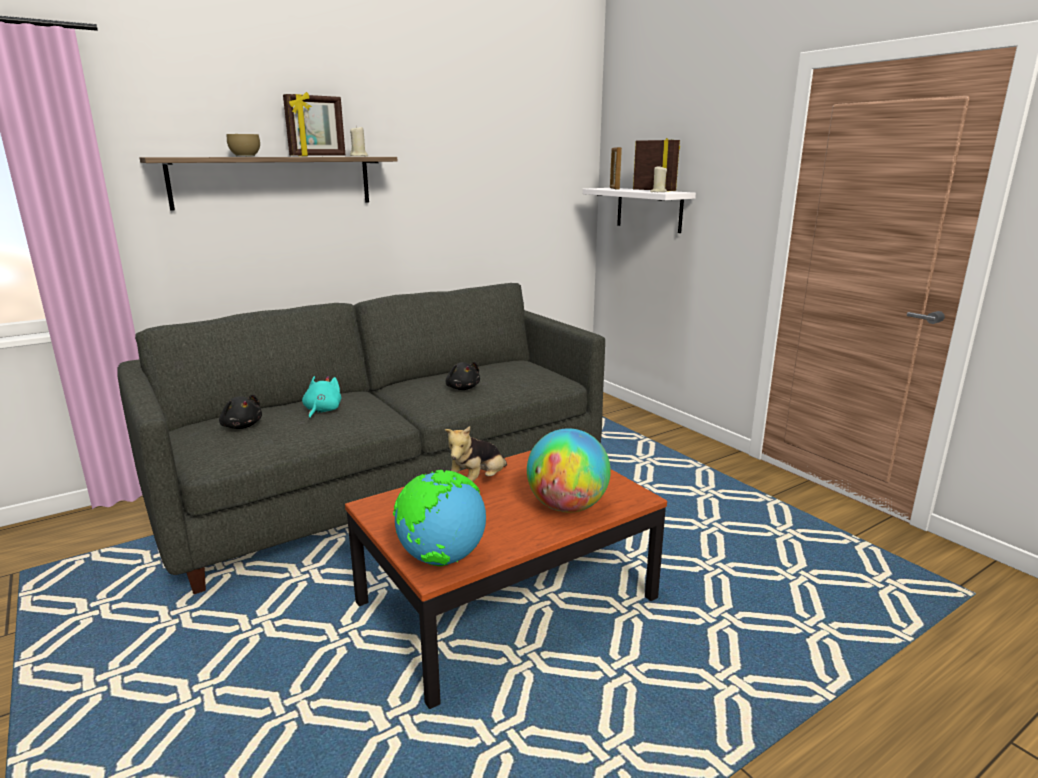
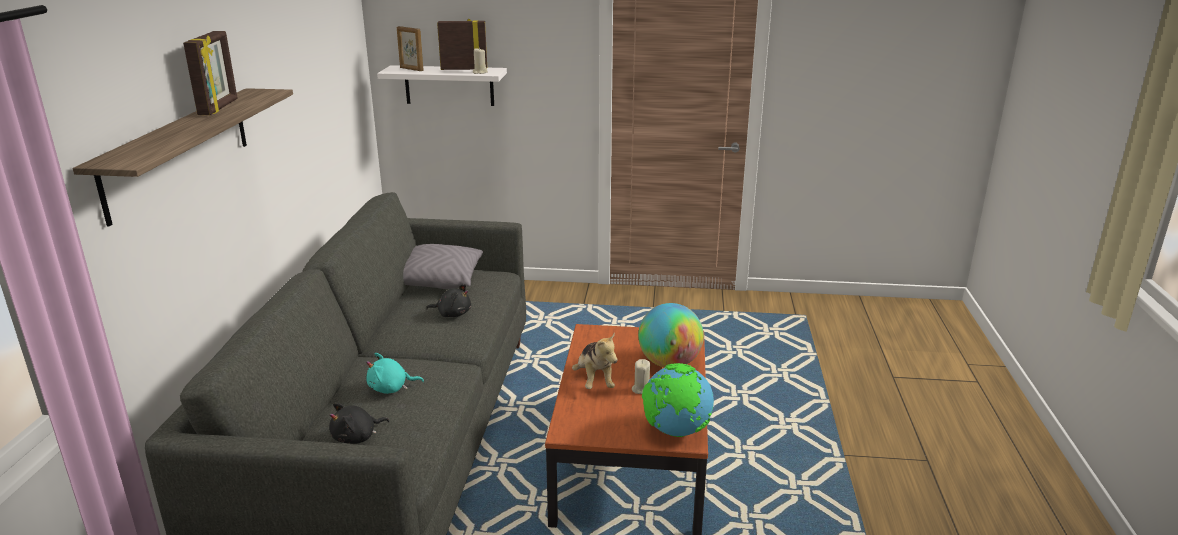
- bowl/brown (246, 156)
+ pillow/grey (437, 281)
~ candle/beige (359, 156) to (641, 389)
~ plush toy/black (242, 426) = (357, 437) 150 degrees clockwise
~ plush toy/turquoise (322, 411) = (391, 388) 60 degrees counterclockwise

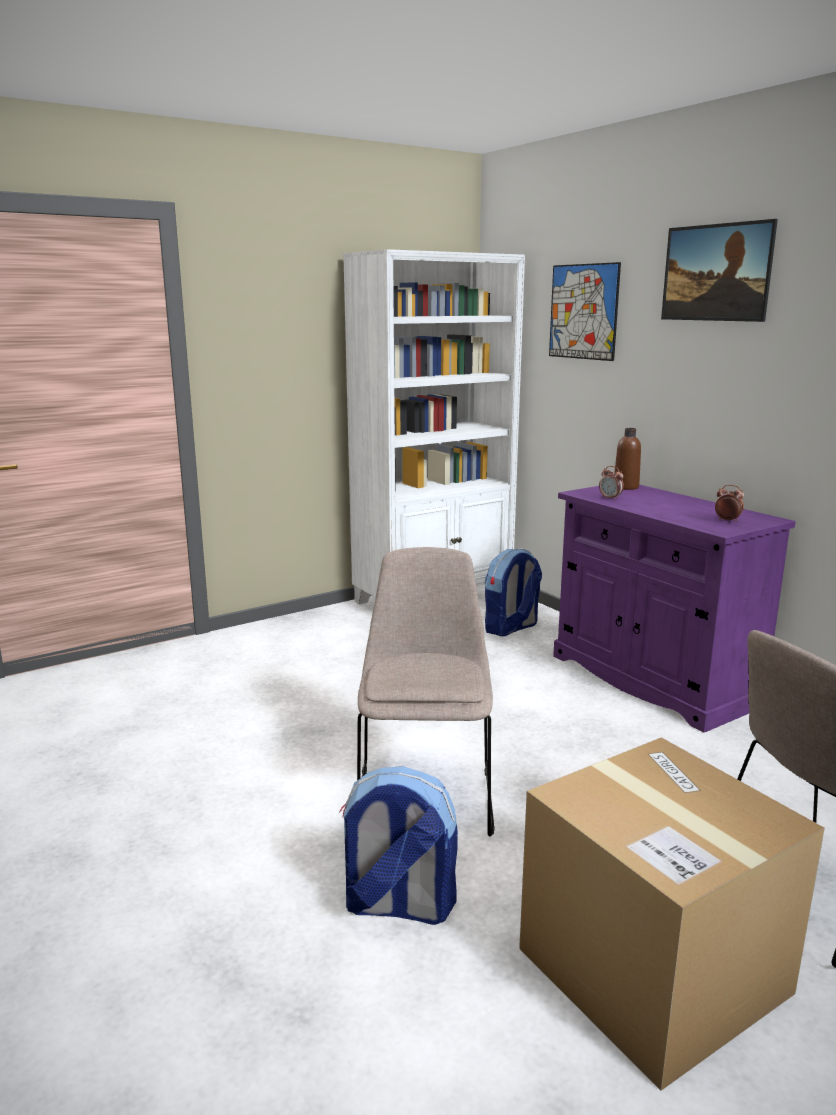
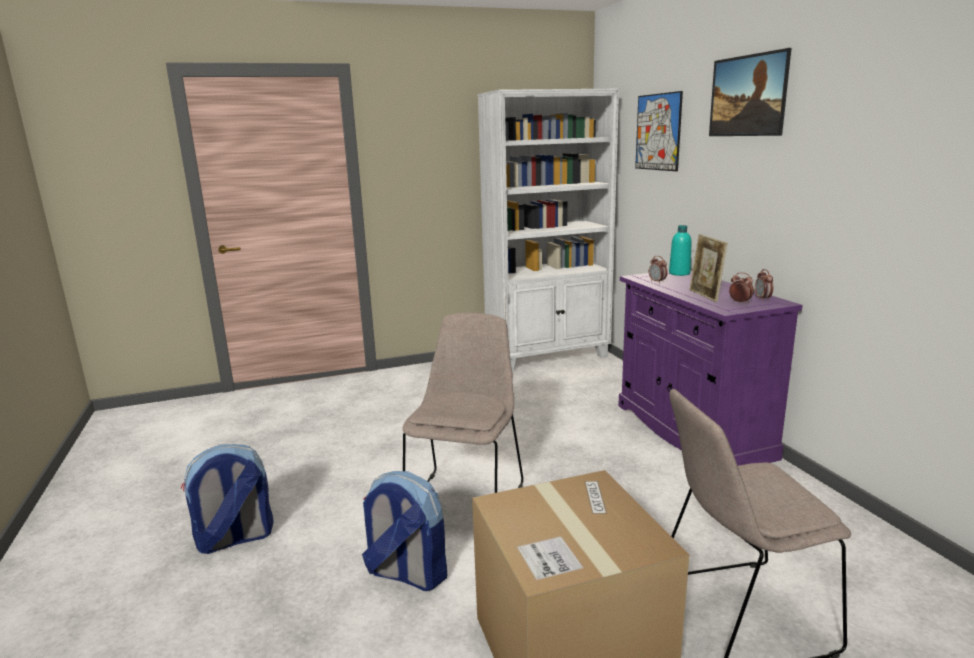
+ picture frame (705, 296)
+ alarm clock (762, 299)
~ backpack (511, 628) to (234, 539)
~ bottle/brown (626, 487) to bottle/turquoise (679, 273)

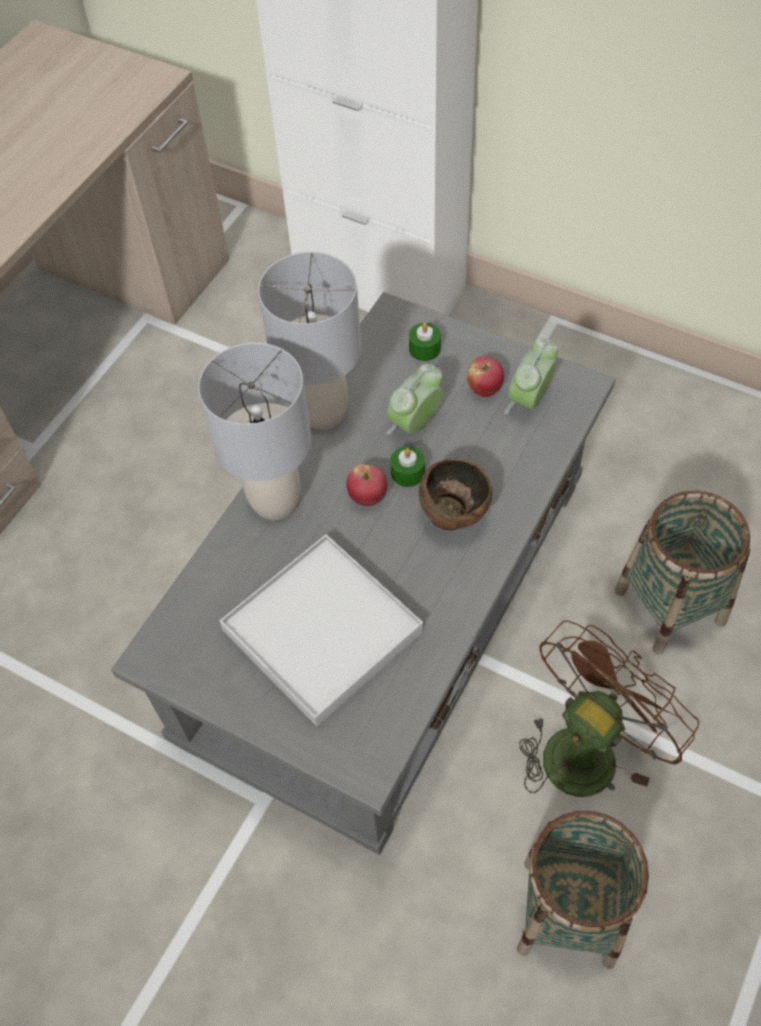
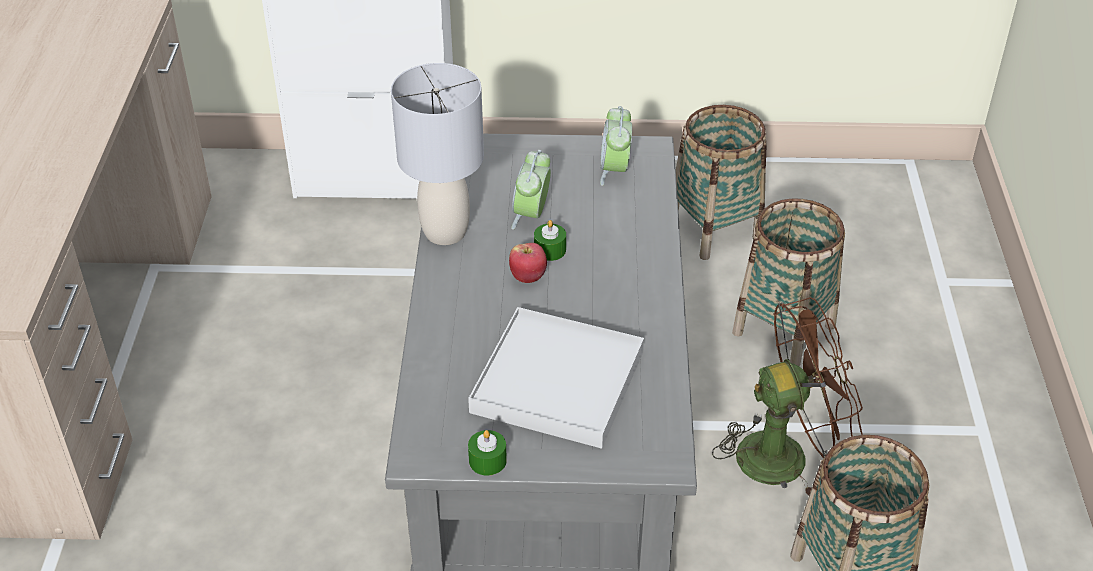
- table lamp/grey (276, 501)
- bowl/brown (453, 516)
- apple (484, 389)
+ basket (714, 229)
~ candle/green (424, 348) to (487, 460)
~ fan/brown (587, 746) = (785, 453) 60 degrees clockwise

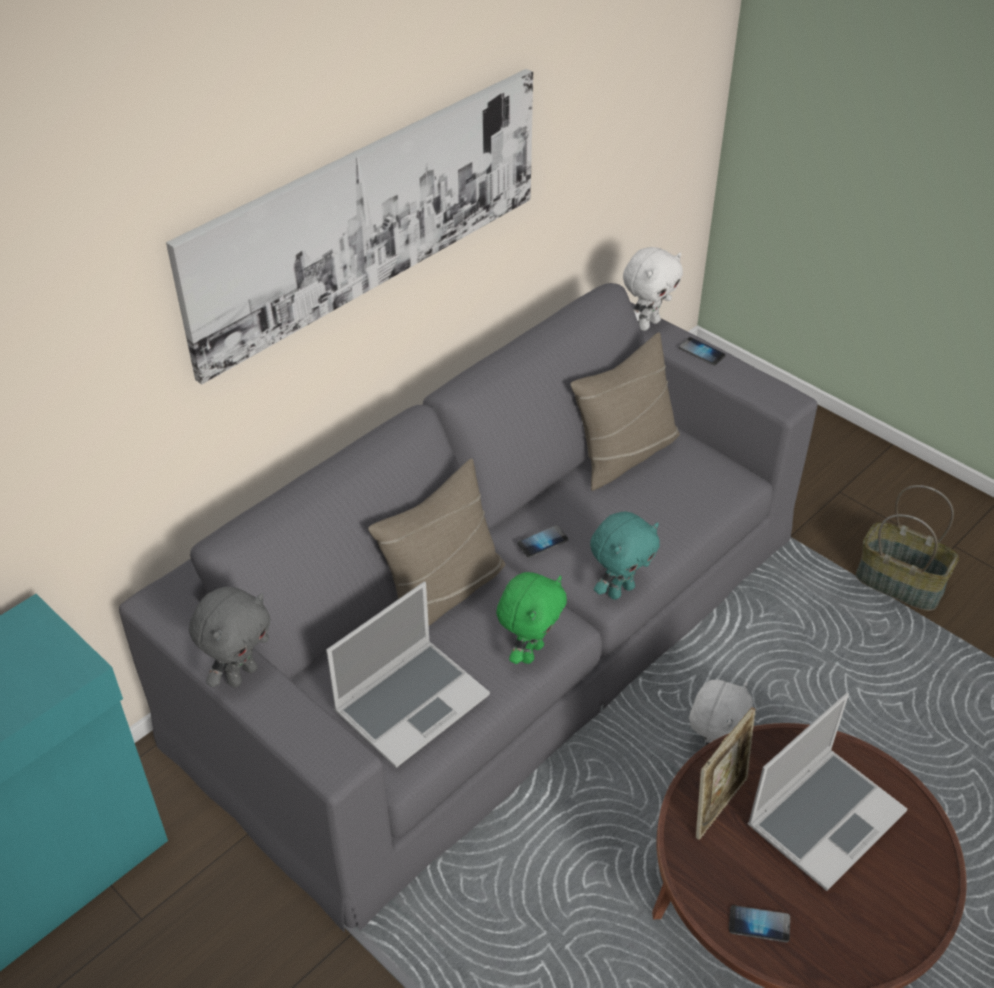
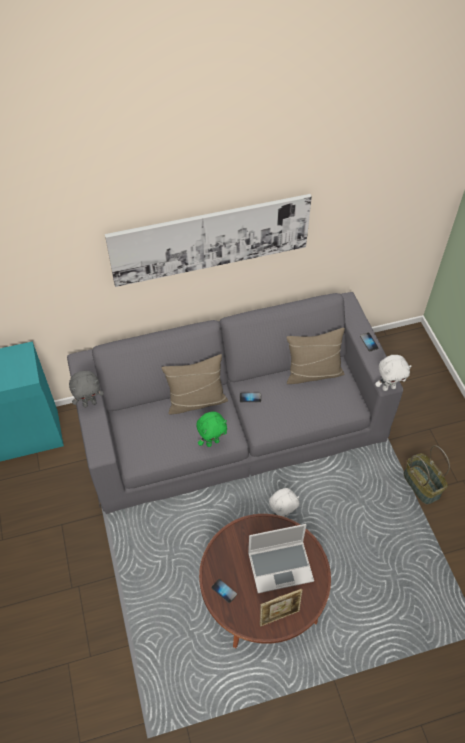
- laptop (412, 702)
- plush toy/turquoise (620, 590)
~ plush toy/white (647, 324) to (388, 387)
~ picture frame (718, 804) to (279, 616)

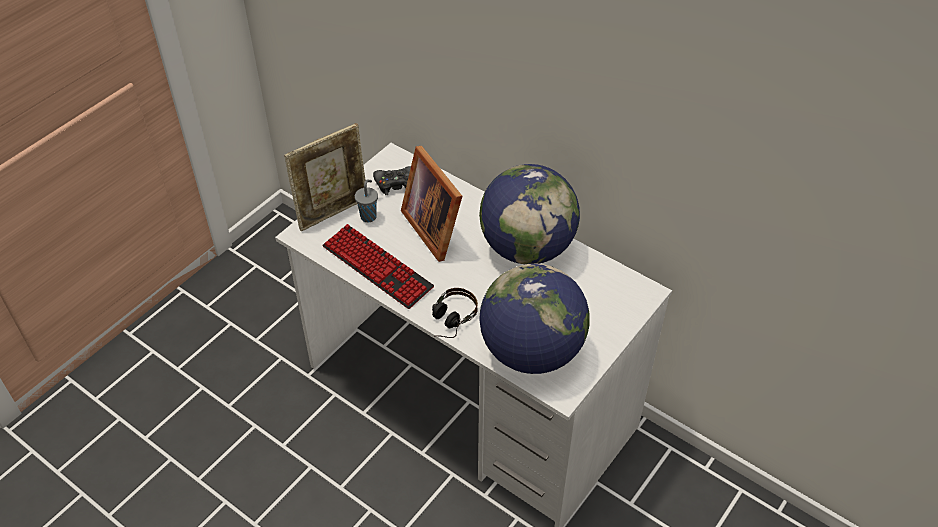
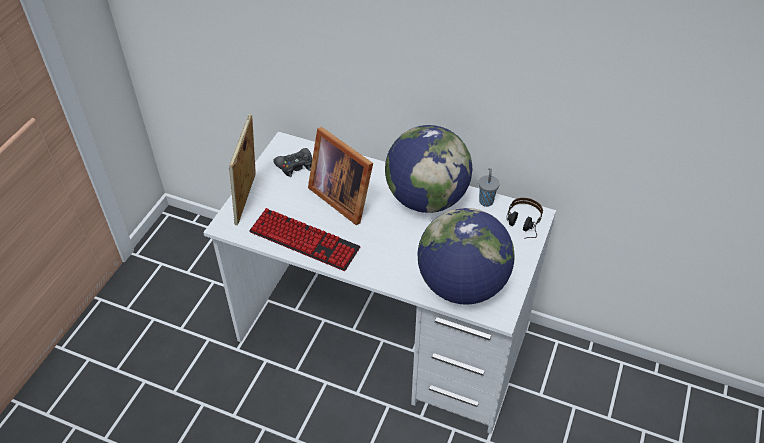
~ cup/grey (369, 216) to (486, 201)
~ headphones (449, 321) to (522, 226)
~ picture frame (333, 212) = (248, 200) 150 degrees clockwise

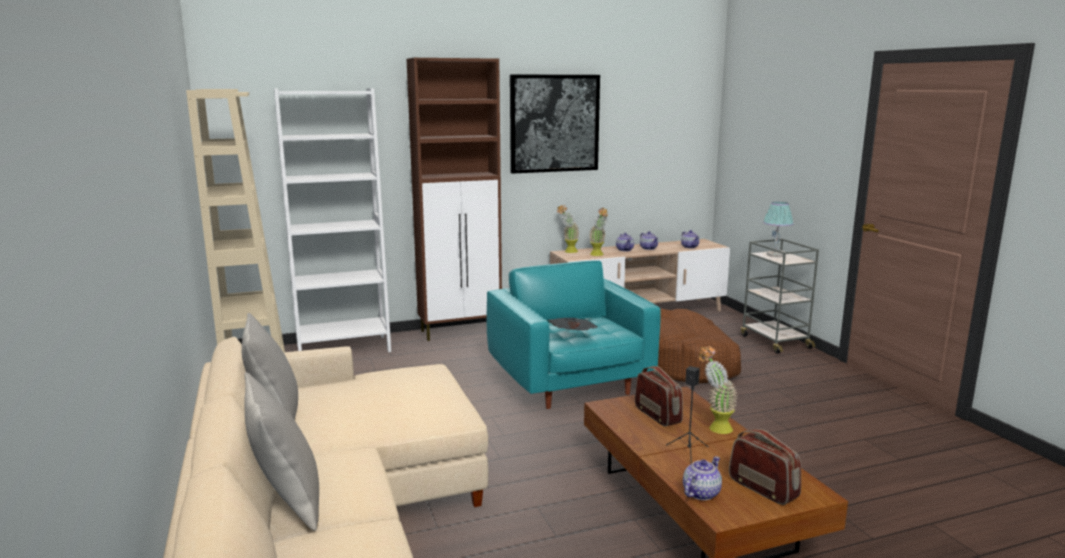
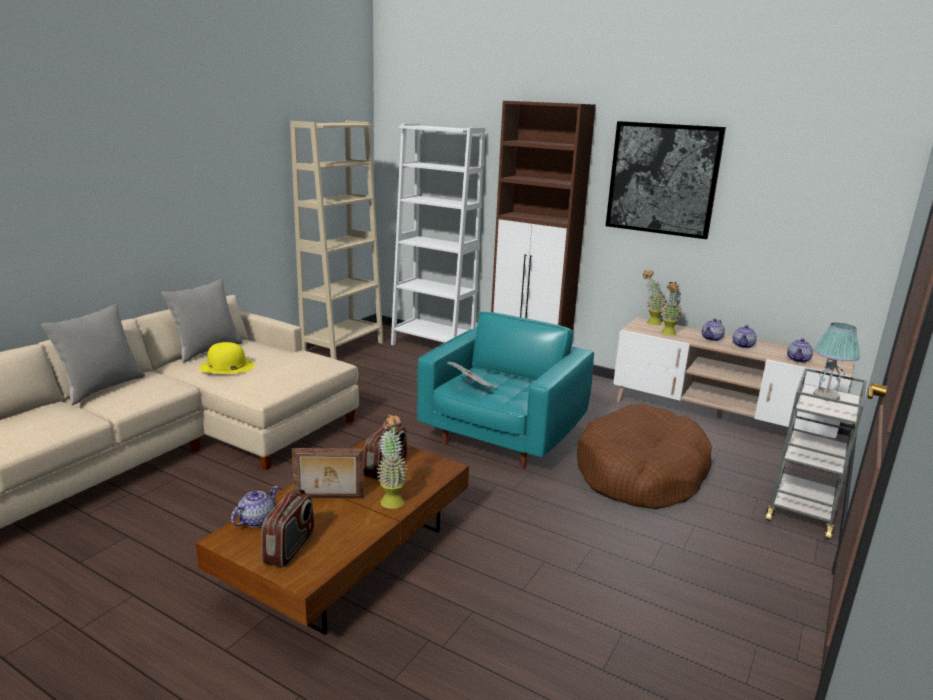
+ hat/yellow (226, 366)
~ speaker/black (688, 451) to picture frame (329, 498)
~ teapot (700, 493) = (256, 520) 60 degrees counterclockwise

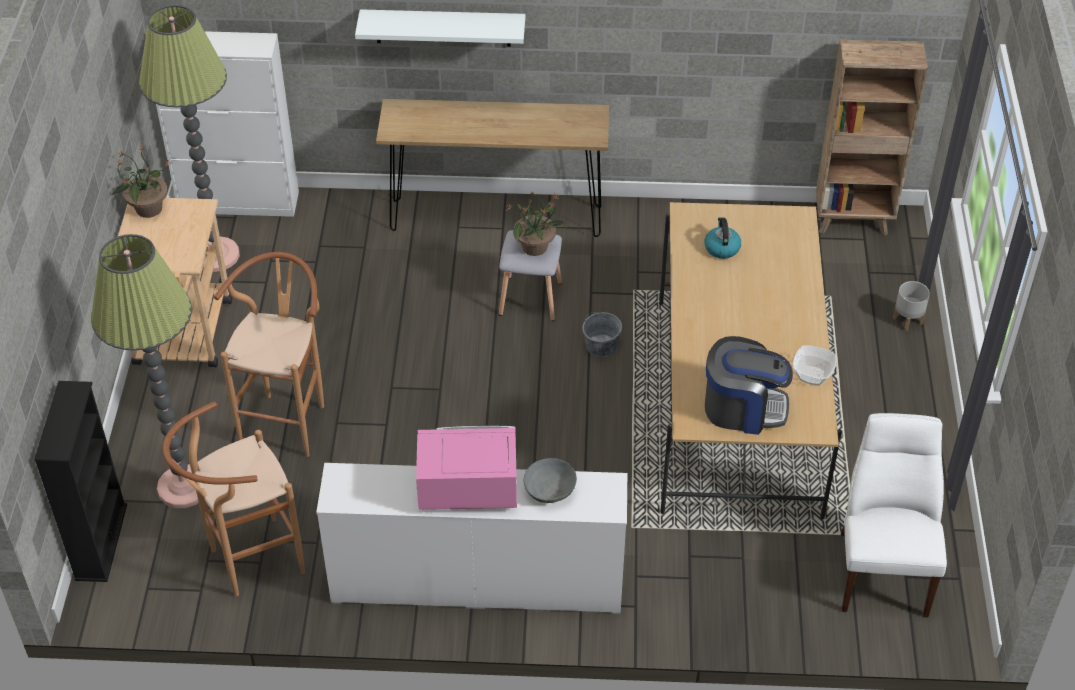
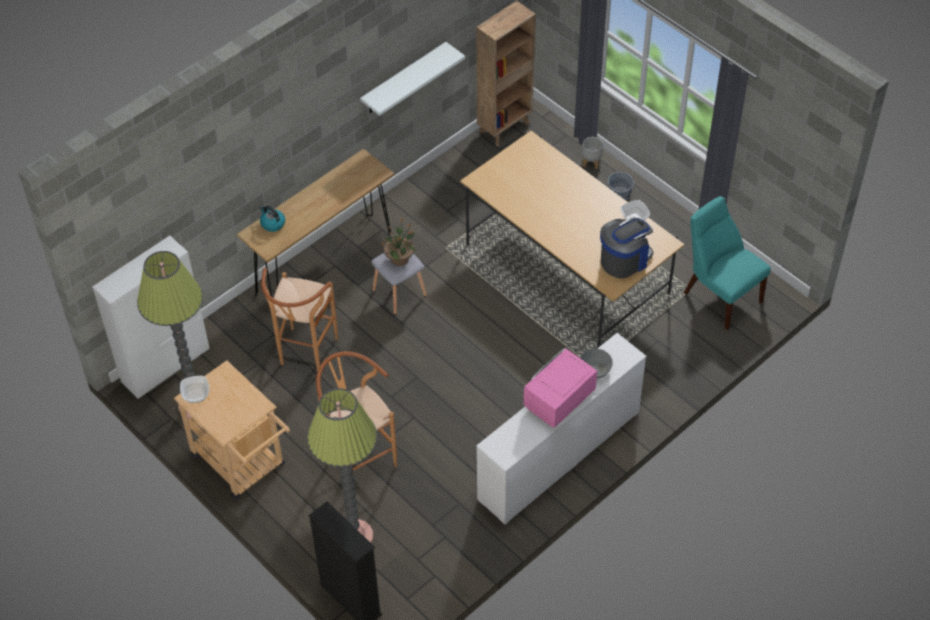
~ stool/brown (248, 562) to (305, 355)
~ shelf/white (443, 27) to (404, 79)
~ bucket/grey (601, 346) to (619, 194)
~ kettle (721, 248) to (272, 223)
~ potted plant (148, 209) to bowl (196, 395)
~ chair/white (882, 568) to chair/turquoise (719, 295)

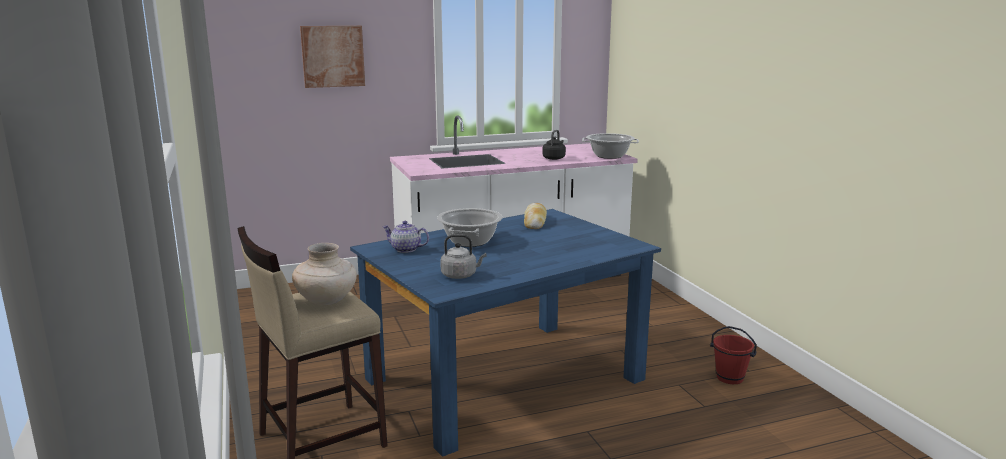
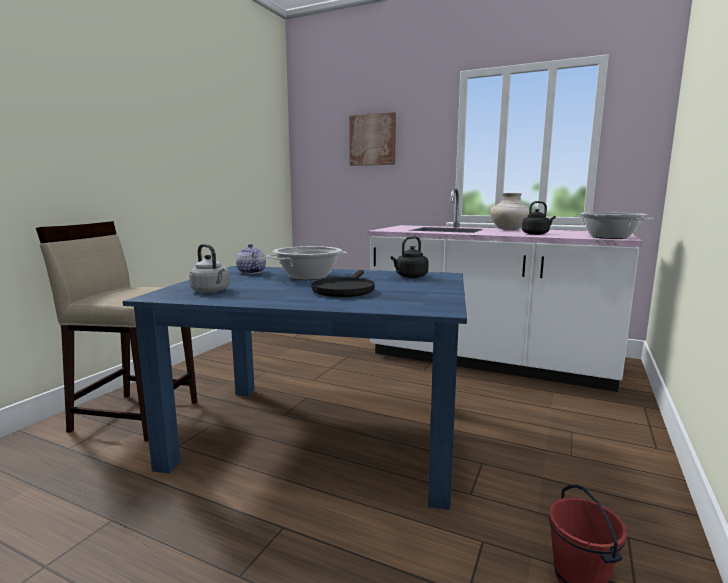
+ frying pan/black (345, 289)
~ vase/beige (326, 301) to (509, 229)
~ bread (535, 221) to kettle/black (410, 276)

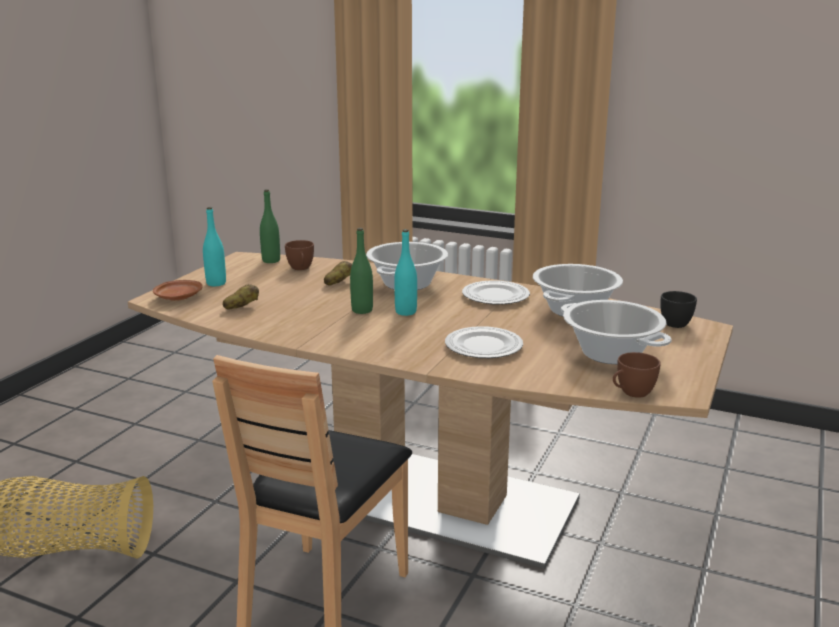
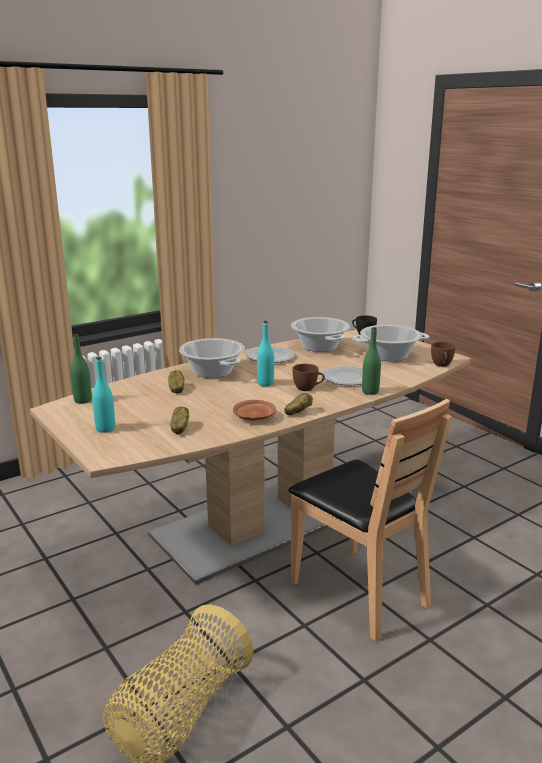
+ potato (298, 412)
~ plate/brown (179, 297) to (254, 417)
~ cup/brown (301, 269) to (308, 388)
~ bottle/green (362, 310) to (370, 392)

